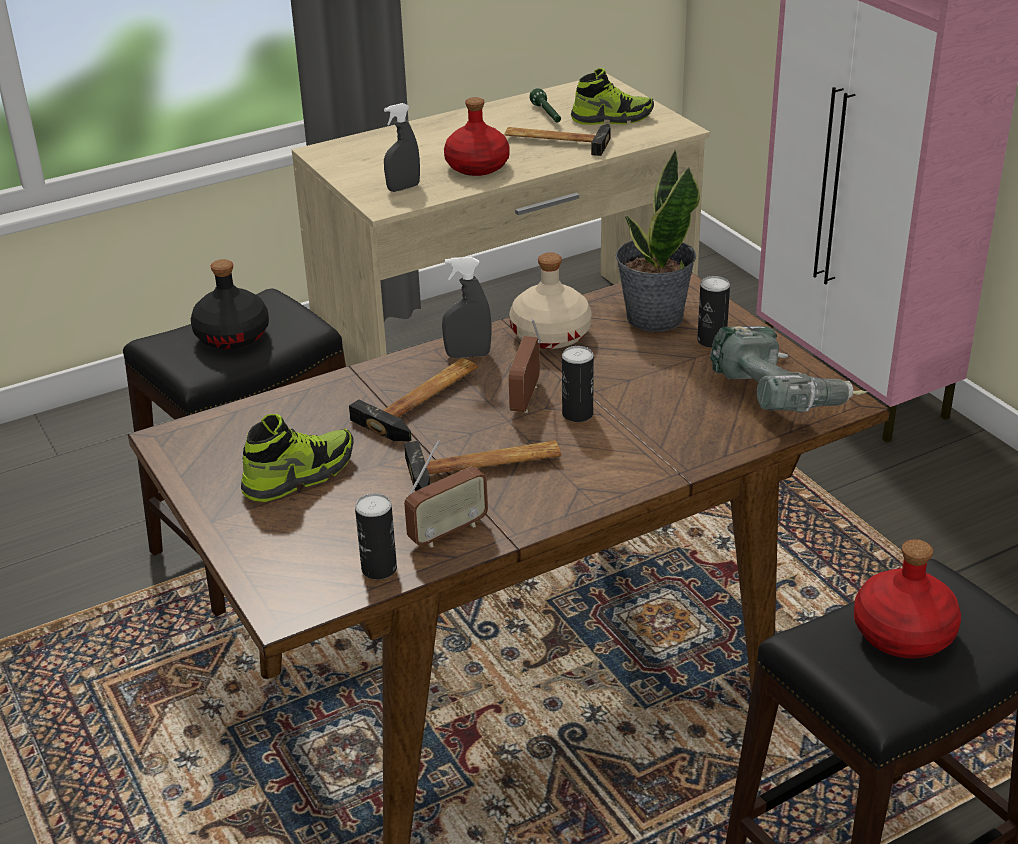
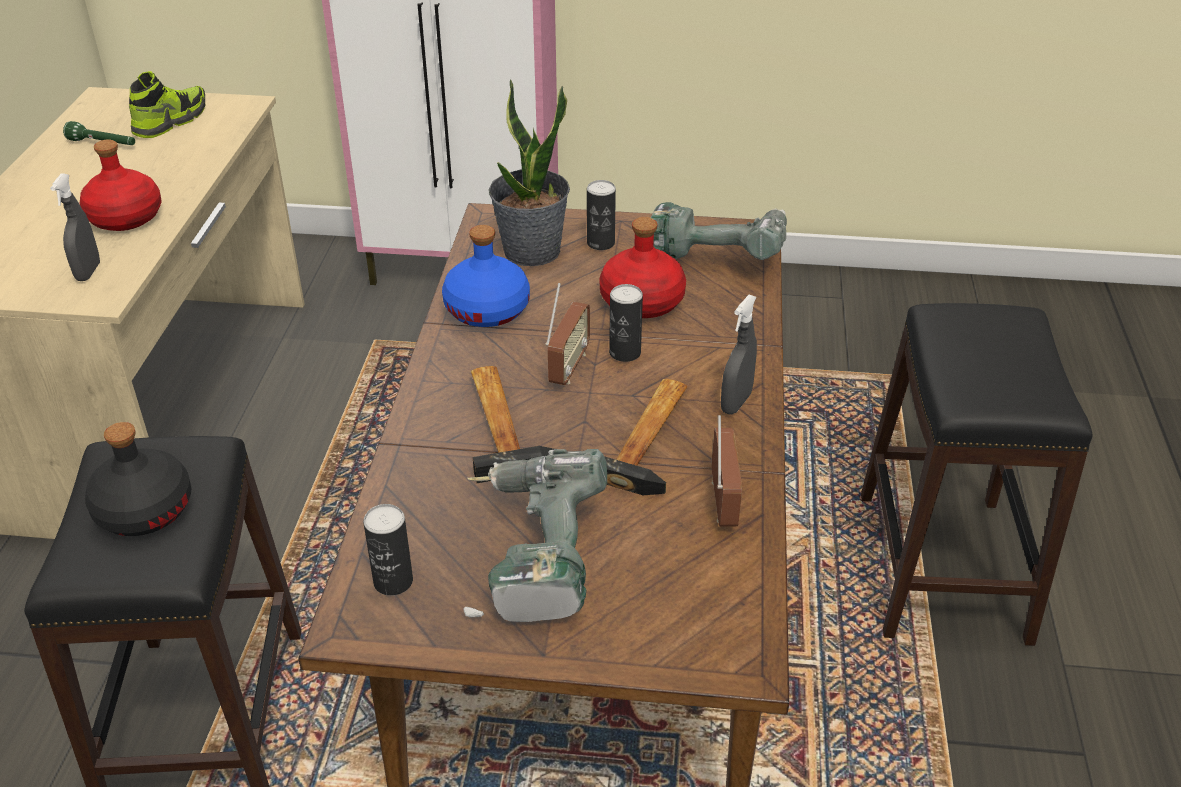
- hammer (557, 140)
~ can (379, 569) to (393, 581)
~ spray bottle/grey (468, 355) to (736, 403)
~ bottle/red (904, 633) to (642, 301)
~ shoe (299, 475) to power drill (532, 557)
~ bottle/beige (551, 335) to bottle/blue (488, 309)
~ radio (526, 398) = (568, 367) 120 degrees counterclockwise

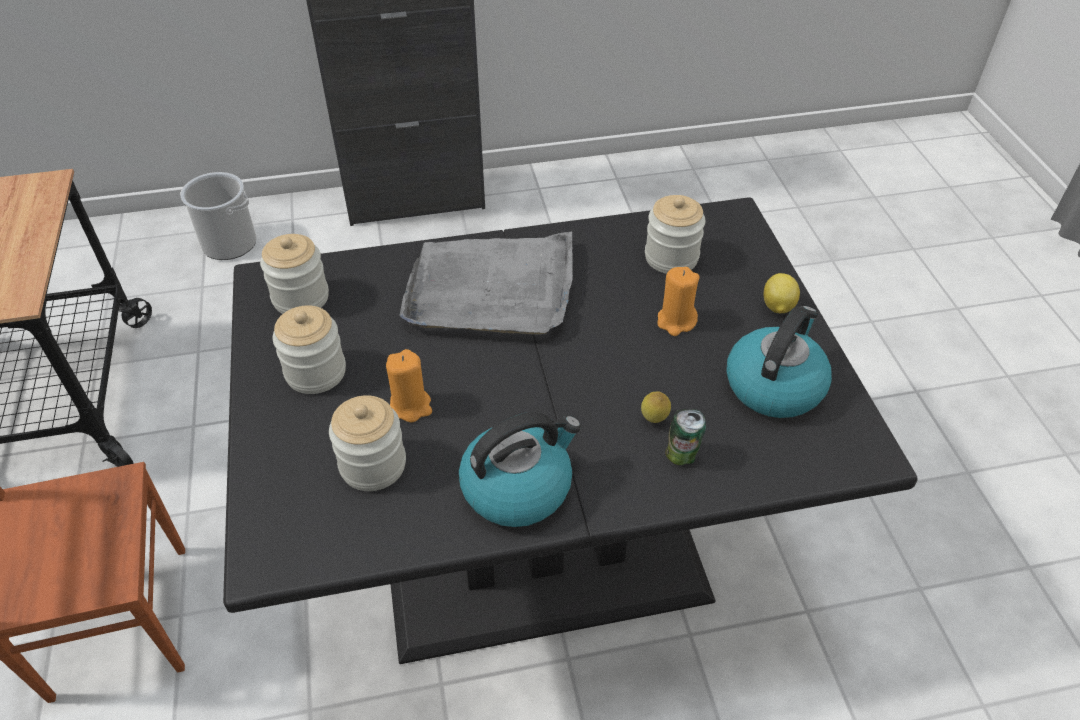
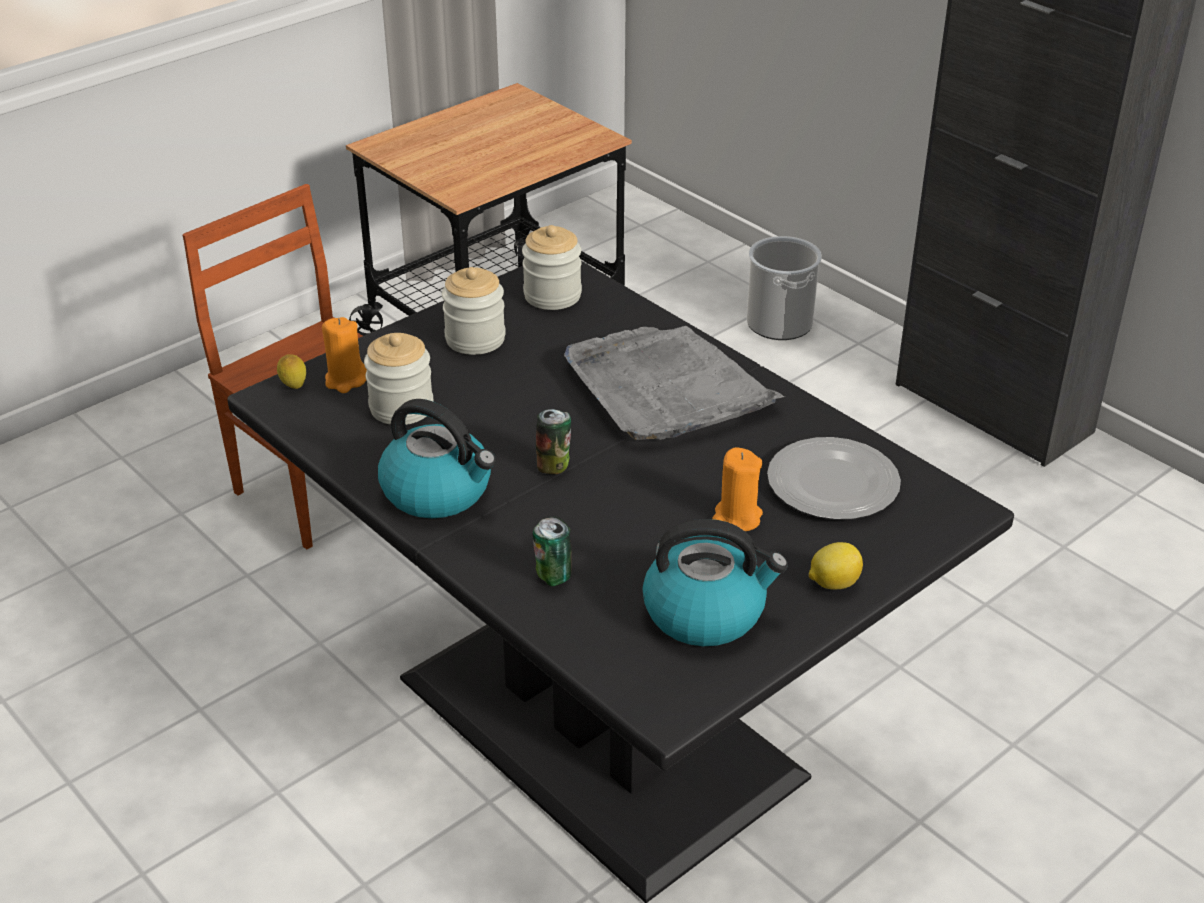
+ can (554, 466)
~ candle/orange (411, 405) to (346, 380)
~ lemon (654, 420) to (294, 387)
~ jar (671, 257) to plate (834, 484)

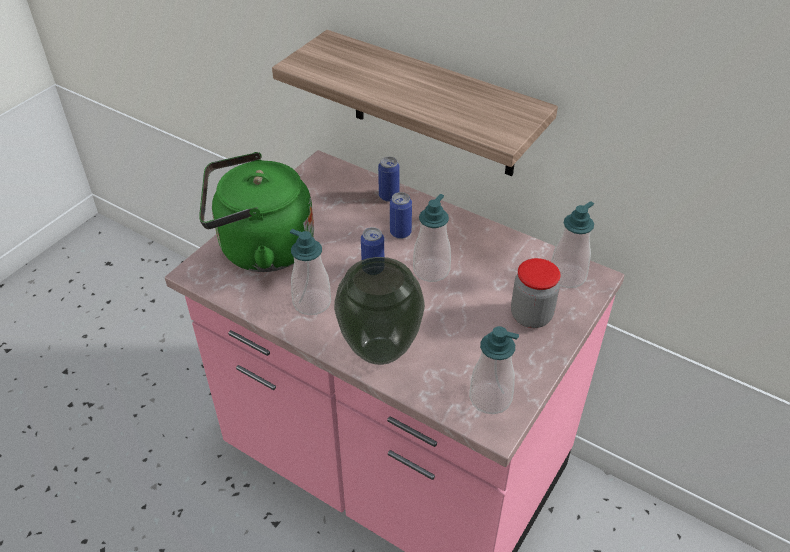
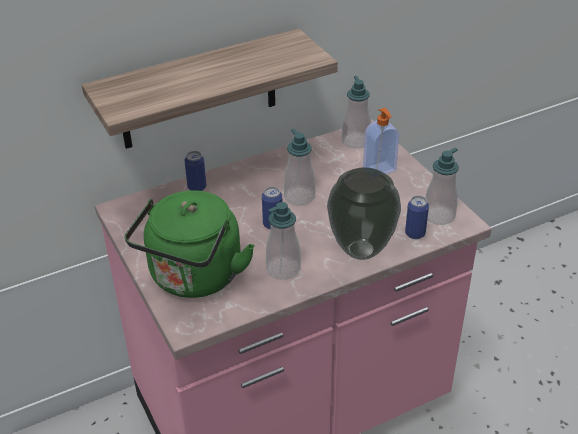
~ can (400, 232) to (415, 233)
~ jar (531, 316) to soap dispenser (380, 170)

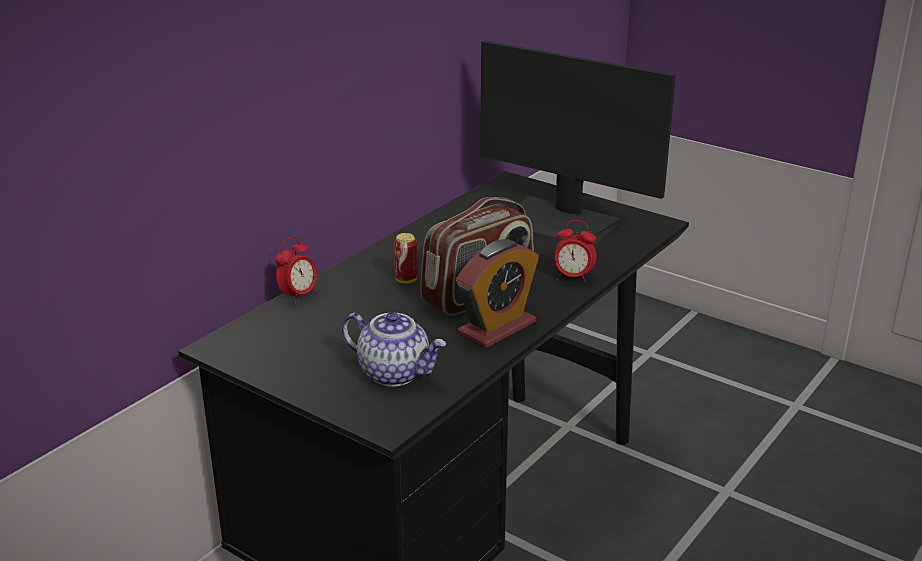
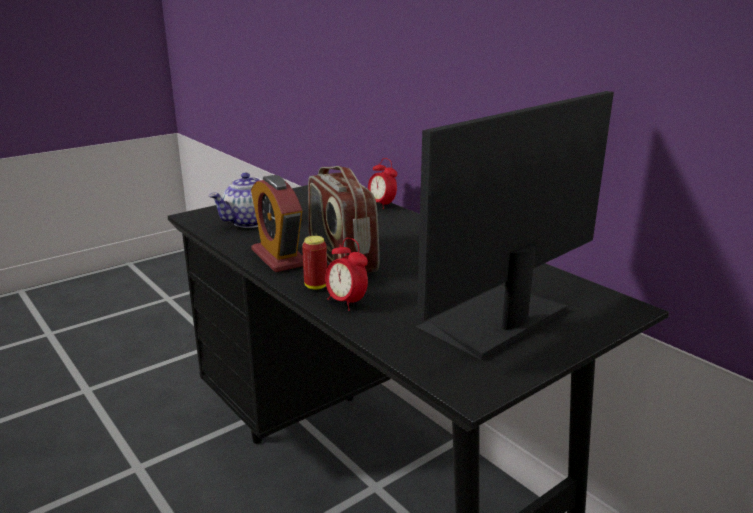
~ can (406, 280) to (316, 286)
~ alarm clock (573, 278) = (346, 303) 75 degrees counterclockwise

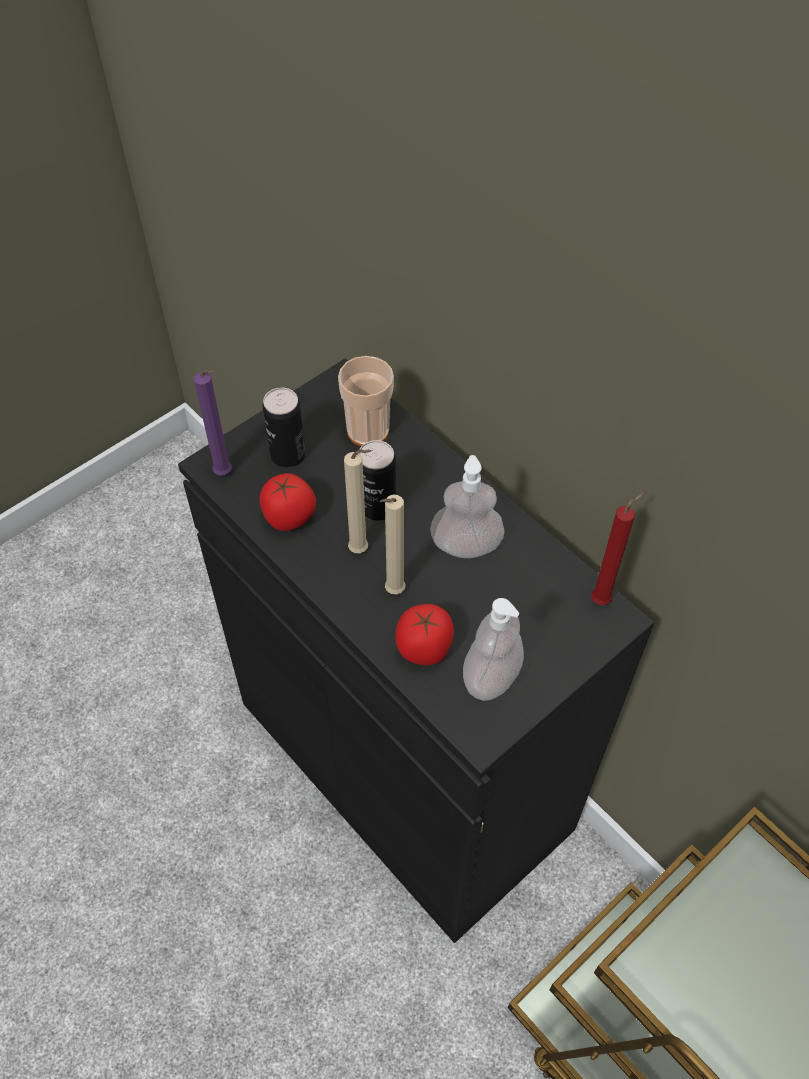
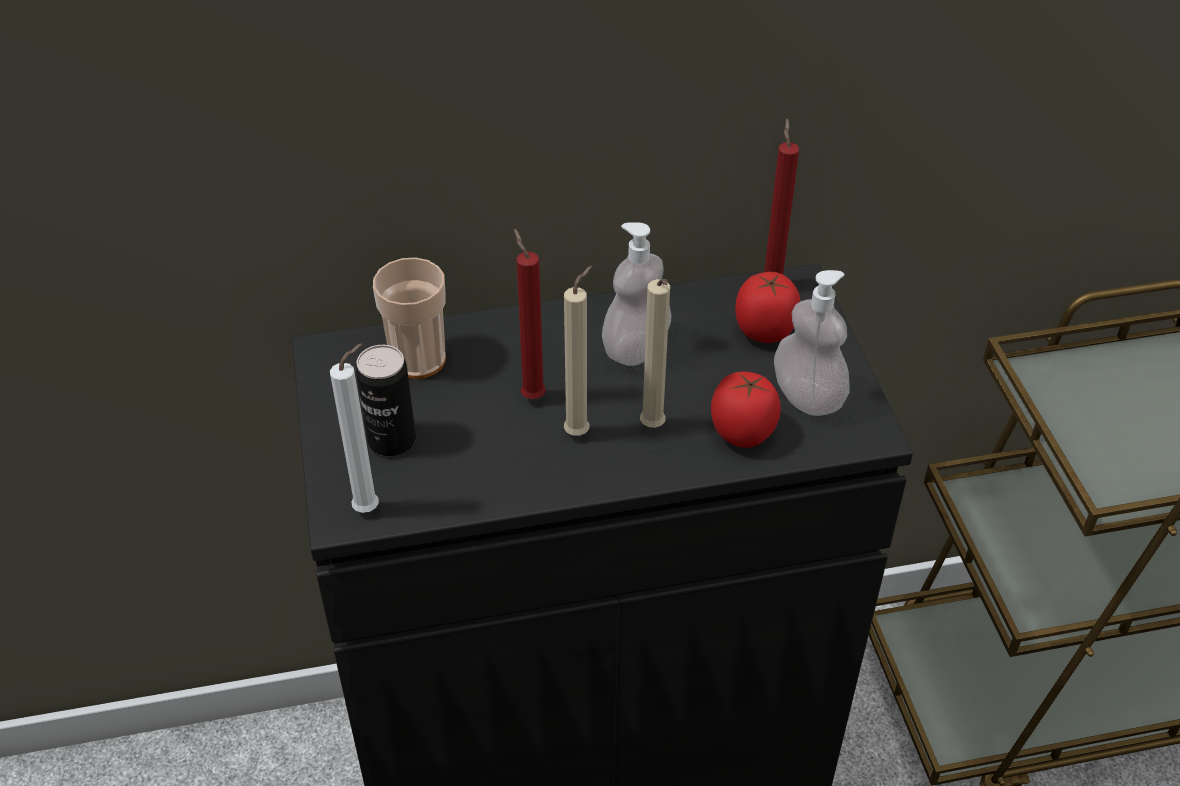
~ tomato (289, 518) to (765, 331)
~ can (377, 507) to candle/red (531, 395)
~ candle/purple (225, 474) to candle/white (371, 508)

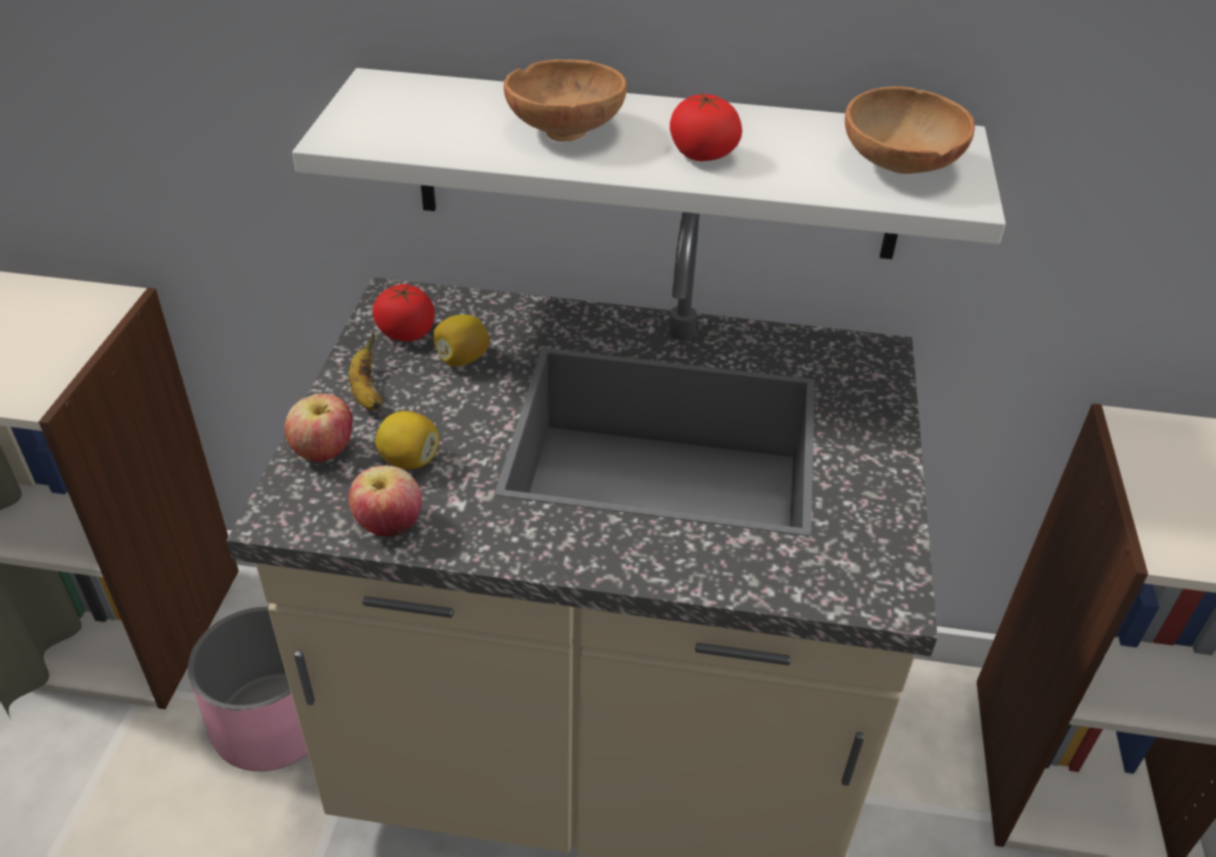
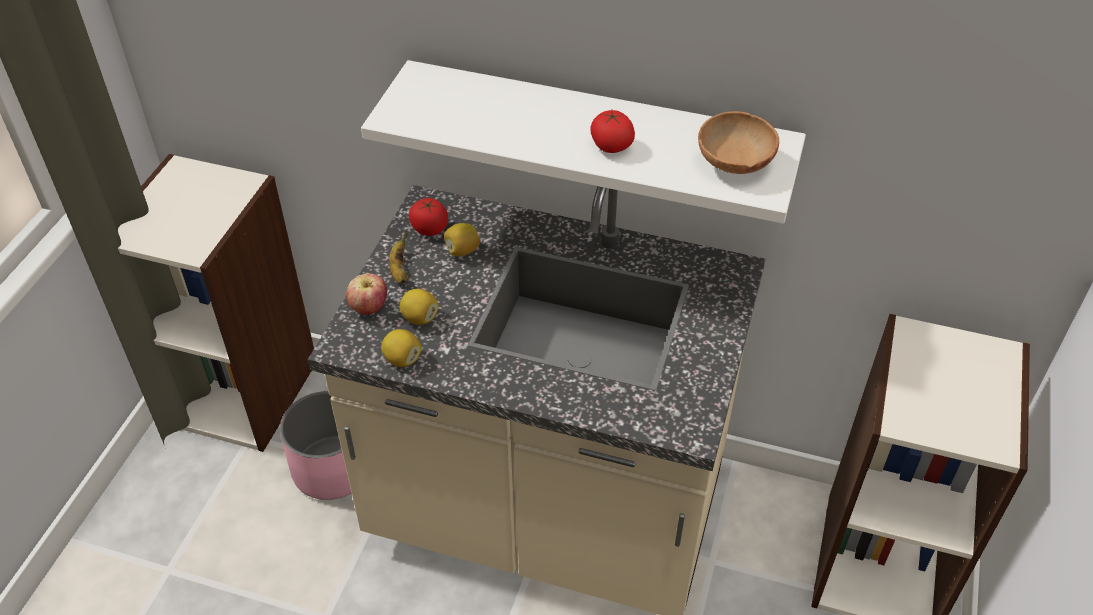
- bowl/brown (565, 129)
~ apple (389, 525) to lemon (402, 359)

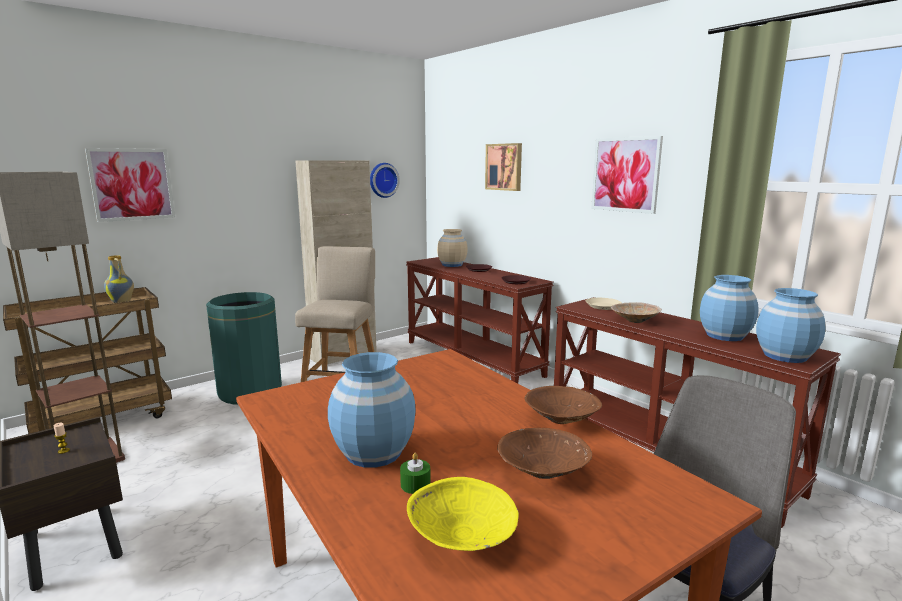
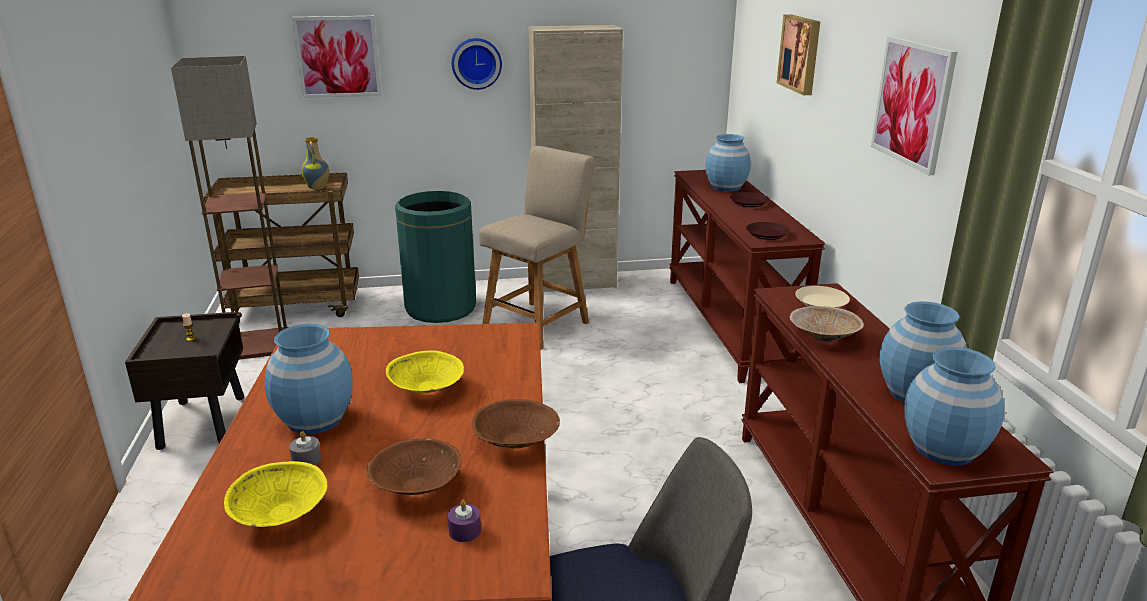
+ bowl/yellow (427, 389)
+ candle/purple (465, 531)
~ wall clock (383, 180) to (476, 63)
~ candle/green (415, 484) to candle/grey (306, 459)
~ vase/beige (452, 265) to vase/blue (726, 187)

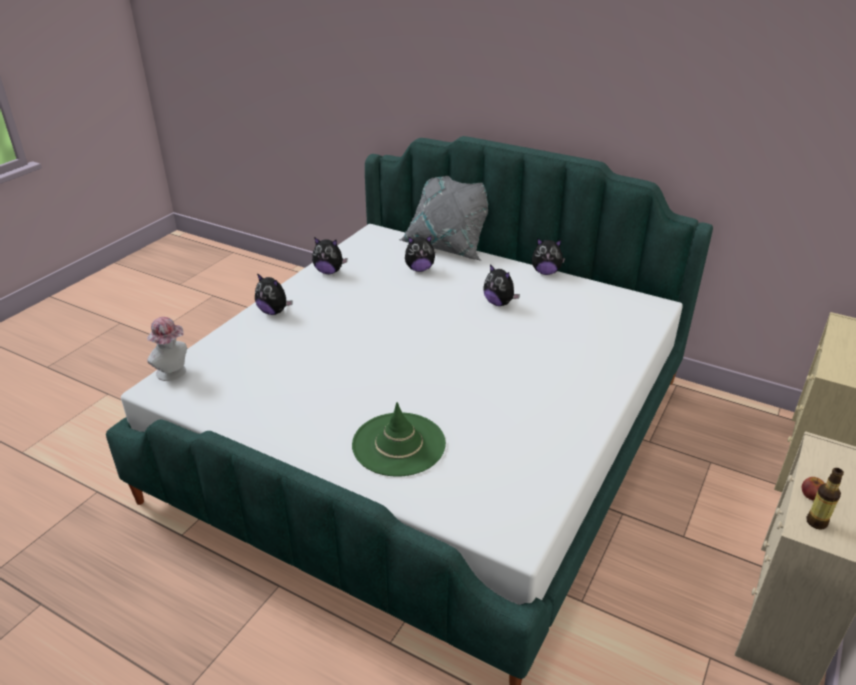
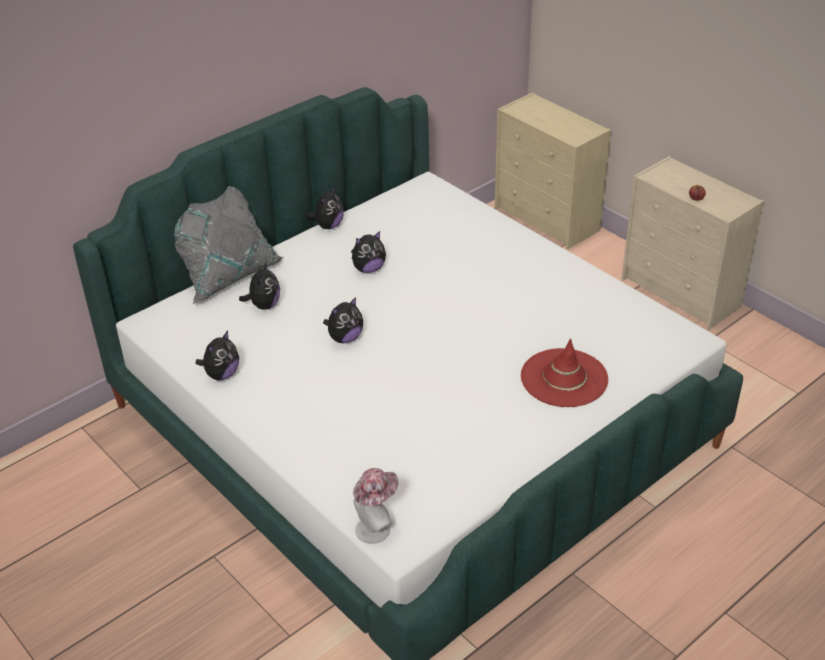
- bottle (816, 522)
~ plush toy (274, 312) to (345, 338)
~ hat/green (399, 444) to hat/red (564, 378)

